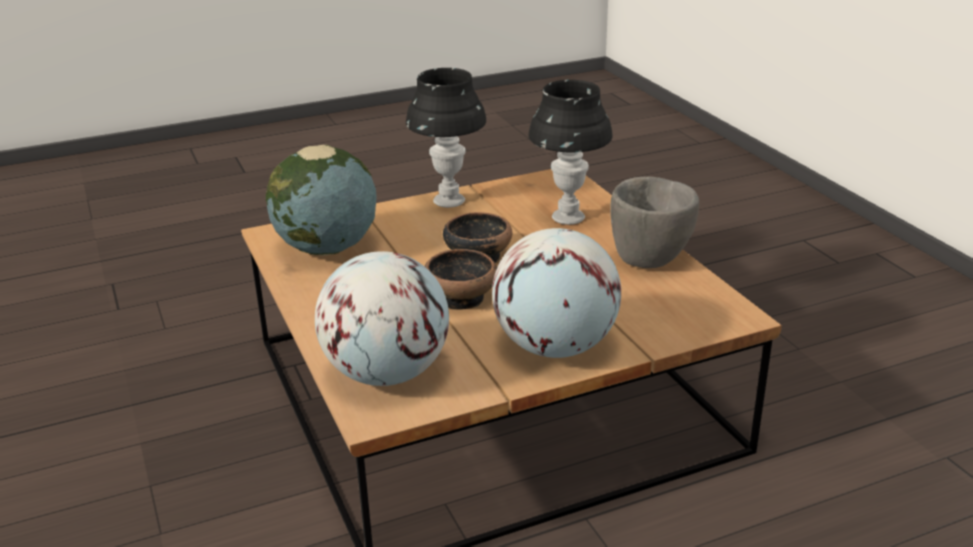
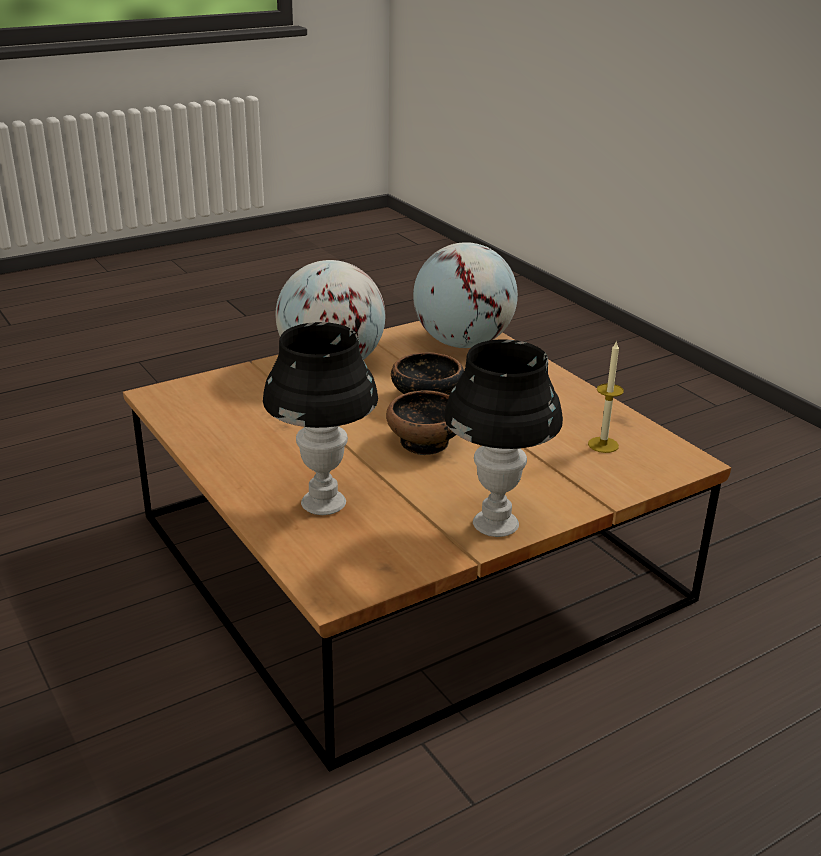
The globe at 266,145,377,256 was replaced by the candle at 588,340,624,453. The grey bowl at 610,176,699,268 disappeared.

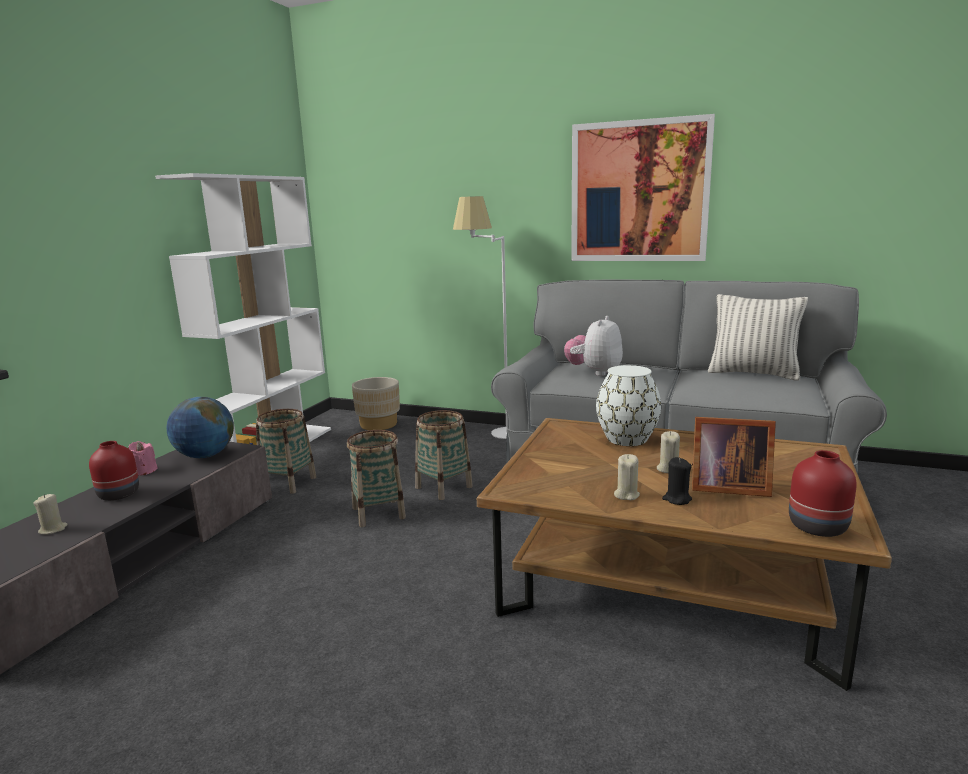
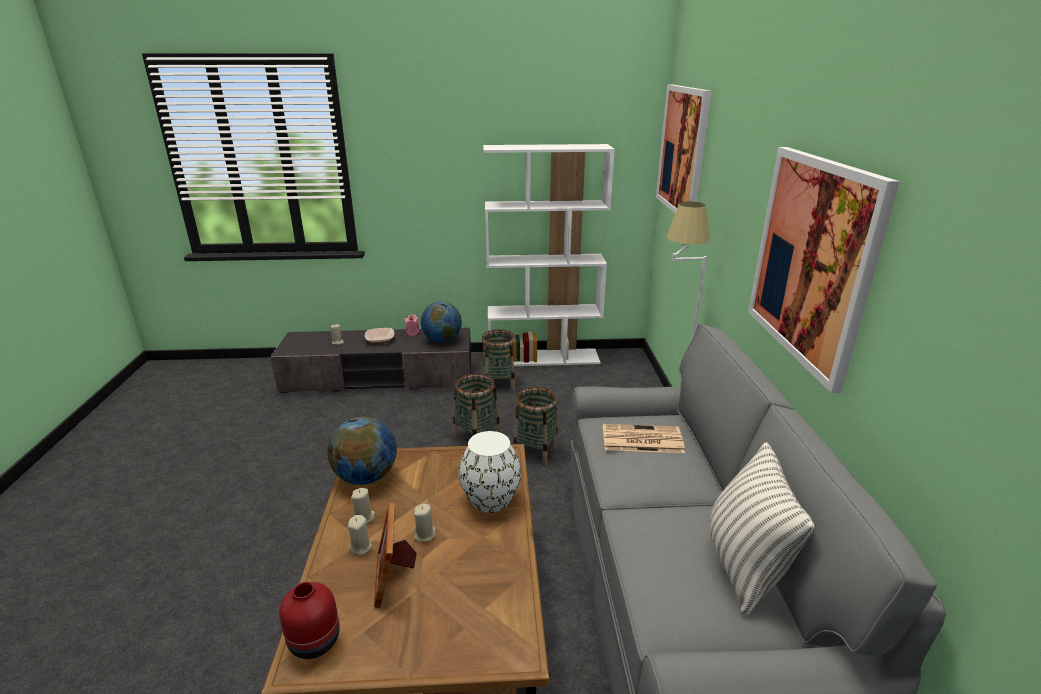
The red vase at 89,441,139,501 was replaced by the bowl at 365,328,394,344. The beige planter at 352,377,400,430 disappeared. The plush toy at 564,316,623,376 was replaced by the newspaper at 603,424,685,453. The black candle at 662,457,692,505 became the beige candle at 348,515,372,555. The globe at 327,417,397,485 appeared. The picture at 656,85,711,213 appeared.

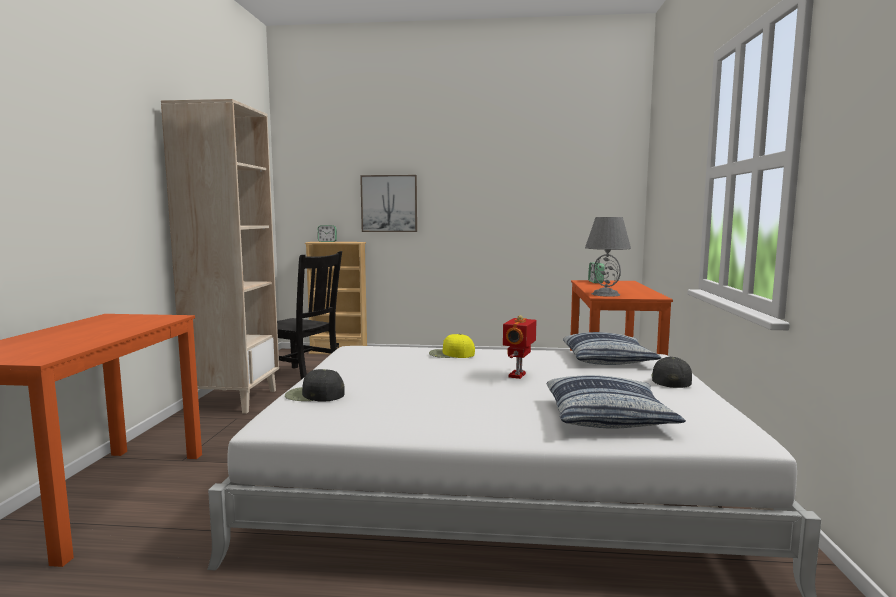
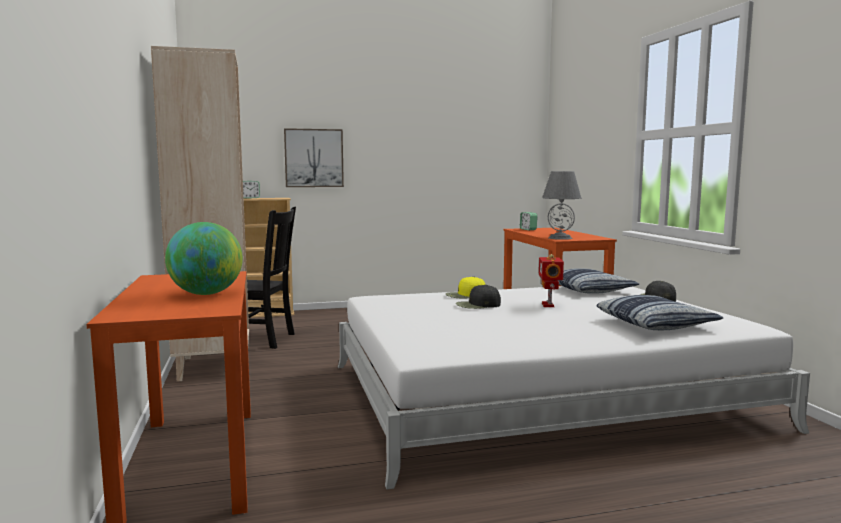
The black cap moved from 285,369,345,402 to 456,284,501,309. The globe at 165,222,243,295 appeared.

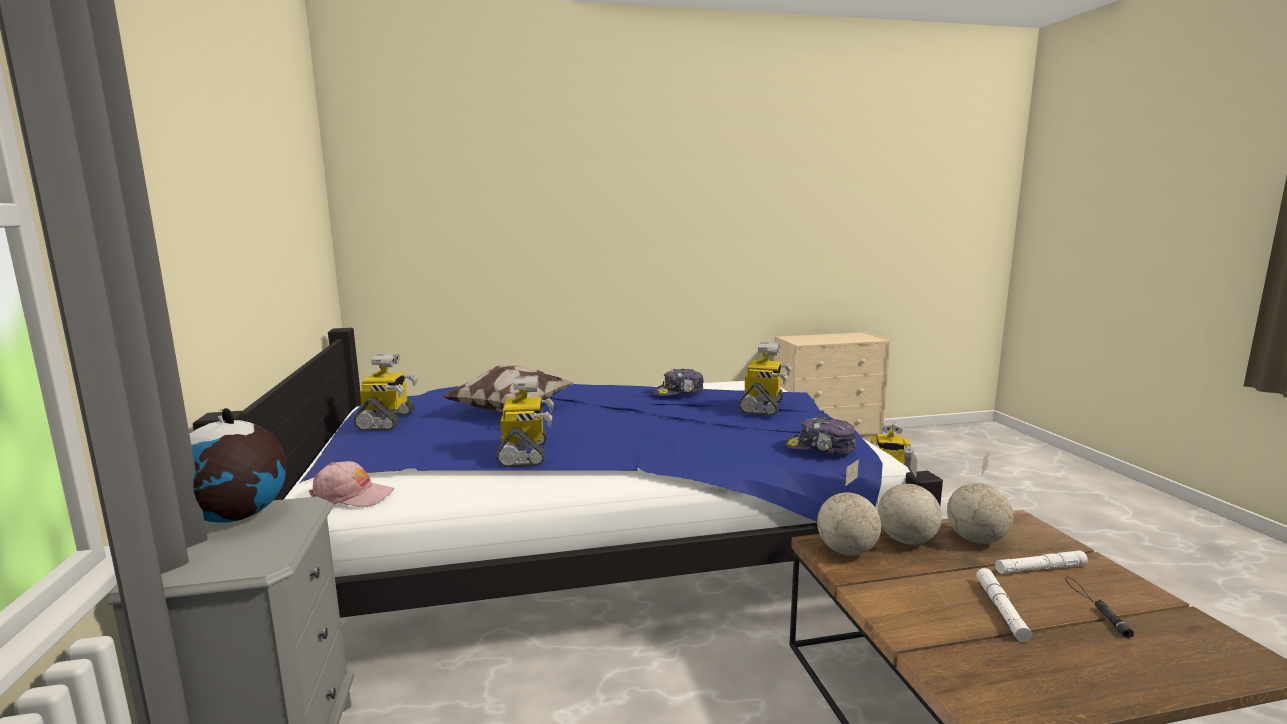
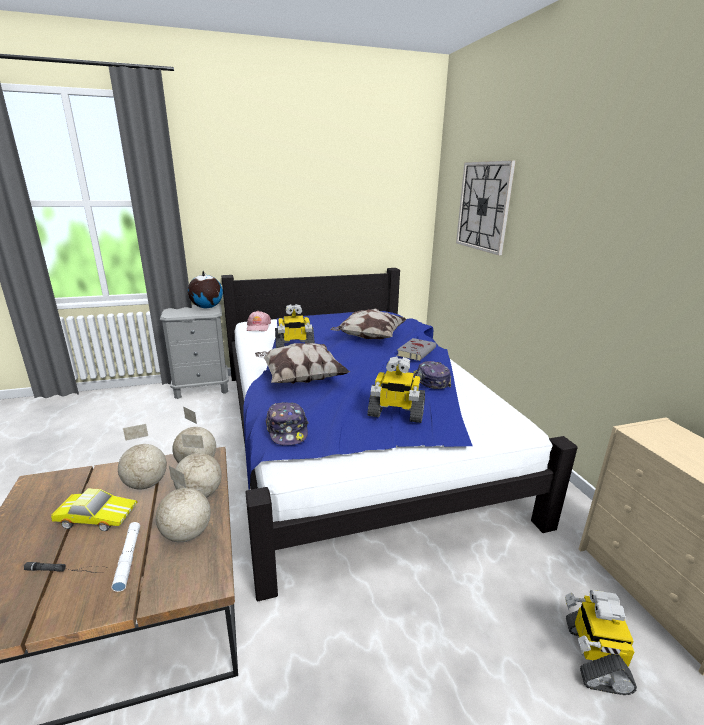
The toy robot at 354,353,418,431 disappeared. The cap at 785,416,857,454 turned 150 degrees clockwise. The white flashlight at 976,568,1032,642 was replaced by the toy car at 51,488,137,531. The globe at 118,424,167,489 appeared. The pillow at 255,343,350,384 appeared. The grey book at 397,338,436,361 appeared. The wall clock at 456,160,515,255 appeared.

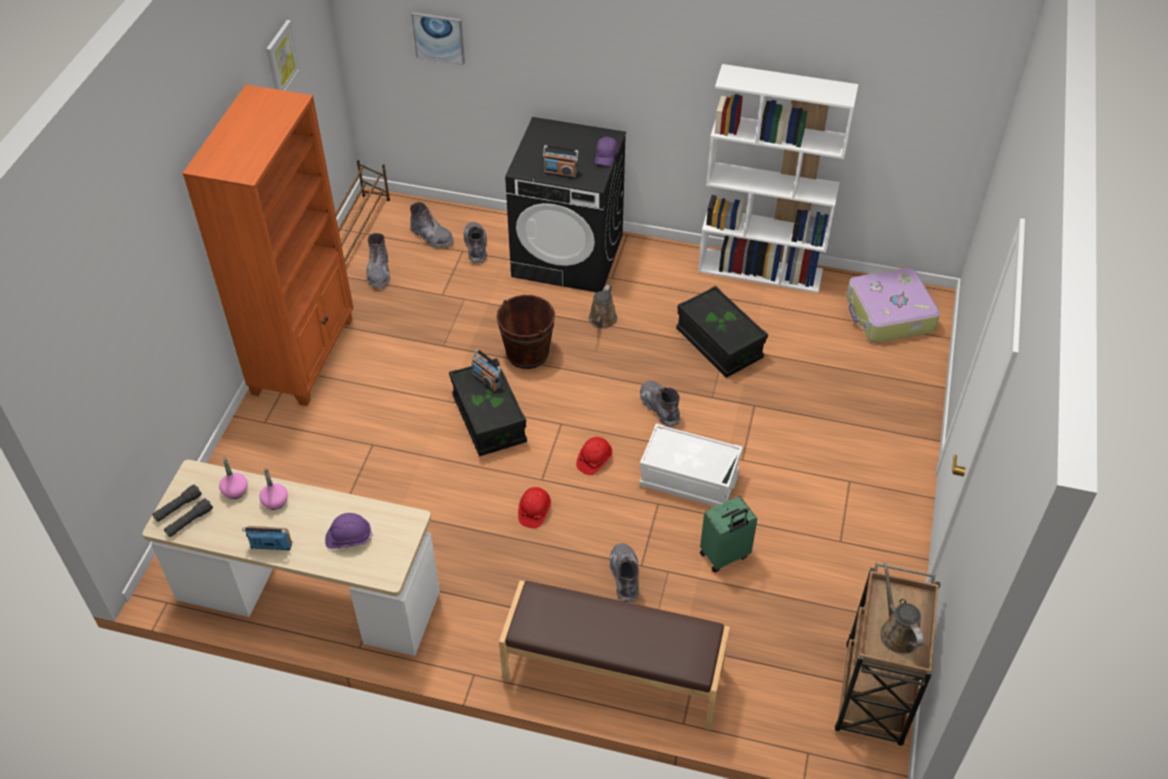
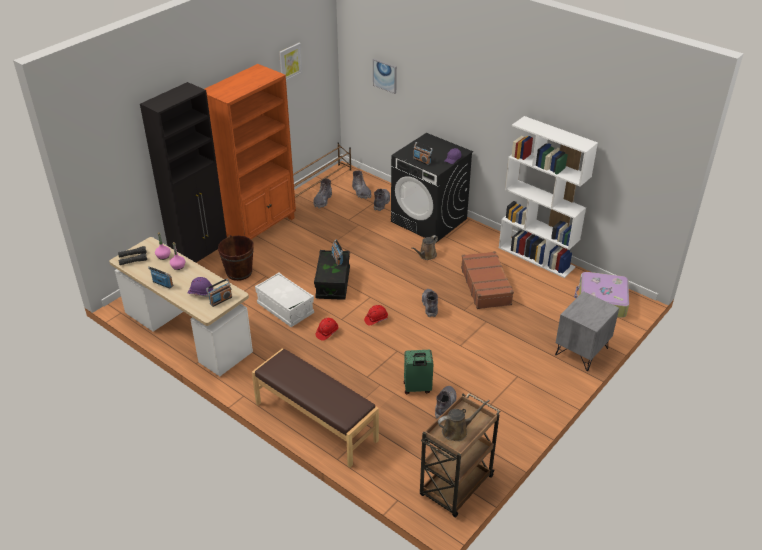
The brown bucket moved from 496,295,555,369 to 218,235,254,281. The grey boot moved from 609,543,639,603 to 435,386,457,419. The white storage box moved from 639,423,743,507 to 255,273,314,327. The black storage box at 676,286,768,378 was replaced by the brown suitcase at 461,251,514,309. The brown watering can at 880,562,924,654 turned 60 degrees clockwise. The black cabinet at 140,82,227,262 appeared. The radio at 206,279,232,307 appeared. The grey nightstand at 555,291,619,371 appeared.

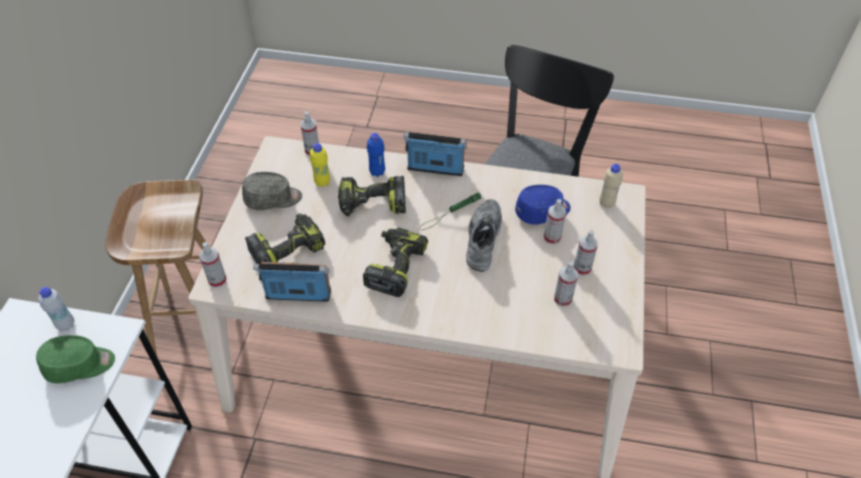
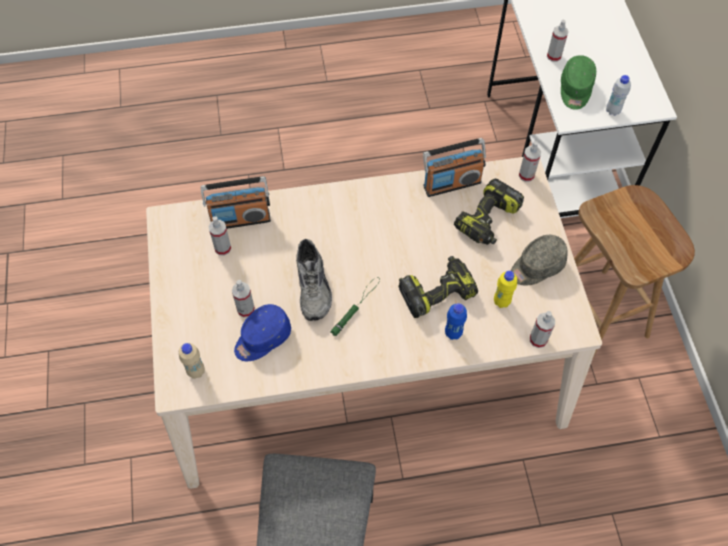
The green cap at 36,335,115,383 turned 45 degrees counterclockwise. The power drill at 363,227,428,297 disappeared. The radio moved from 404,132,467,176 to 201,176,271,229. The spray bottle moved from 574,230,598,276 to 547,20,569,62.

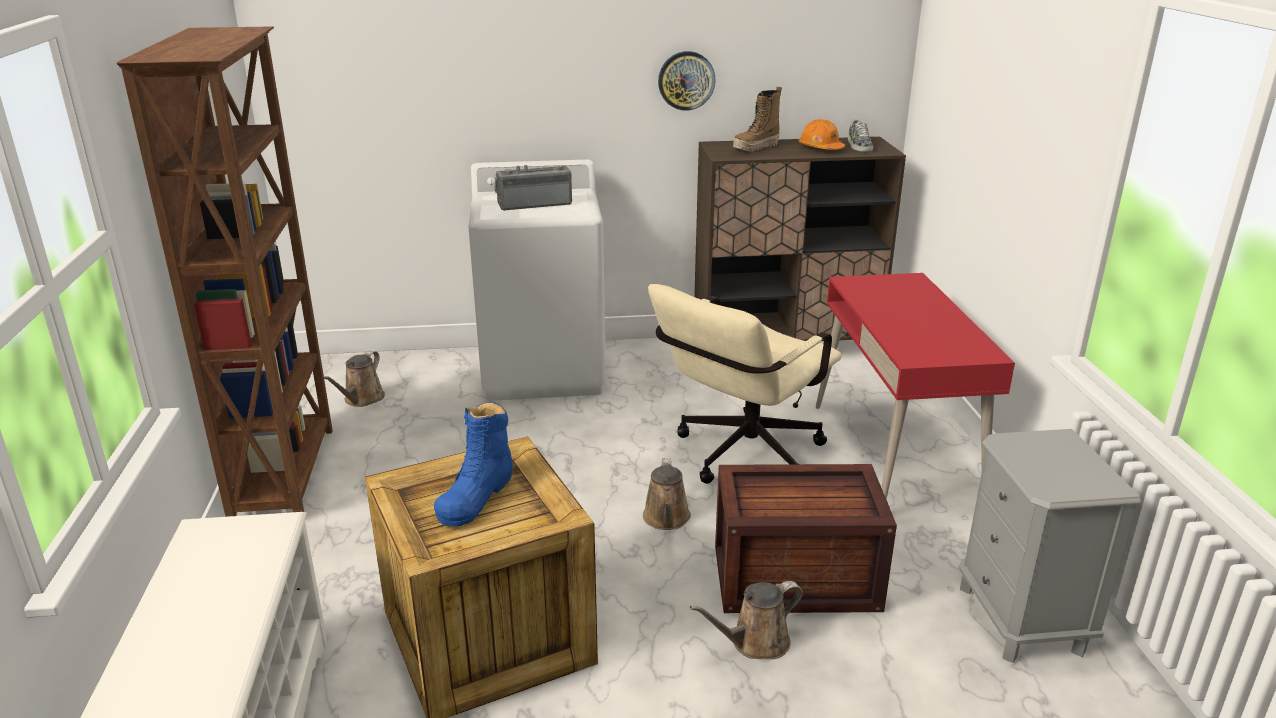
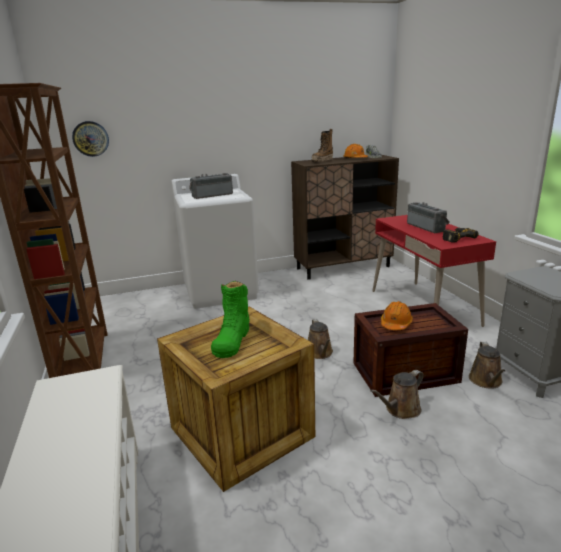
The brown watering can moved from 324,351,385,407 to 469,342,505,389. The blue boot at 434,401,513,527 became the green boot at 211,281,250,358. The beige office chair at 648,284,842,484 disappeared. The wall clock moved from 658,51,716,111 to 72,121,109,157. The orange hard hat at 381,301,413,330 appeared. The radio at 407,202,450,233 appeared. The power drill at 442,228,479,243 appeared.

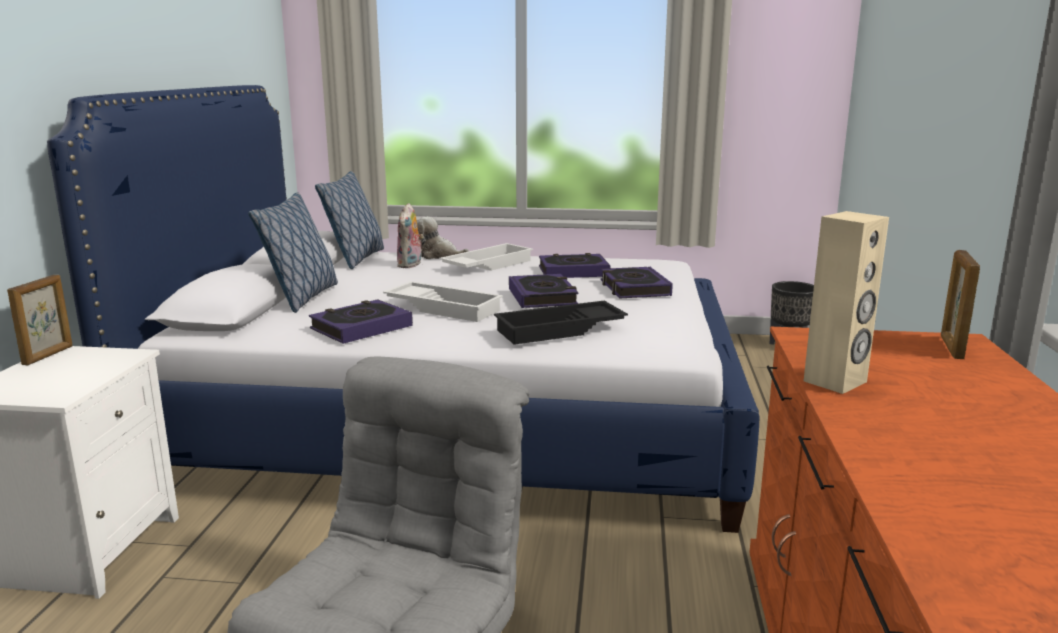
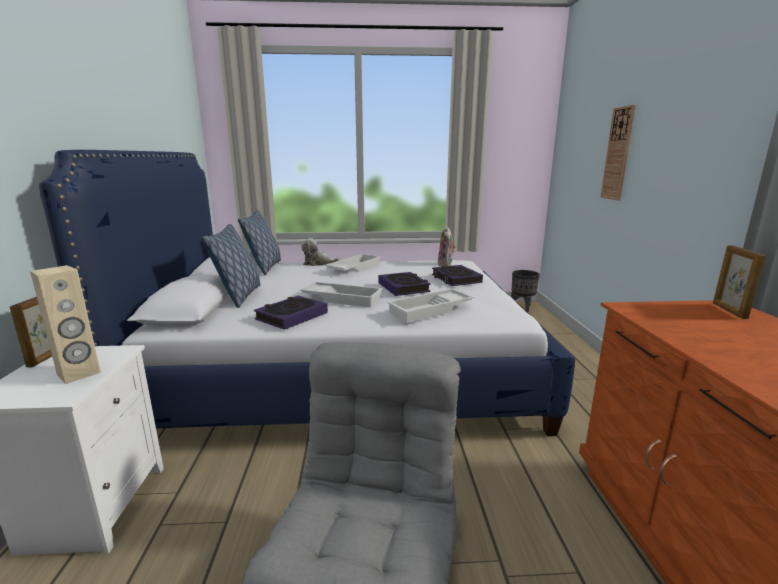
The plush toy moved from 397,203,424,268 to 438,226,455,266. The black tray at 494,301,628,345 became the white tray at 387,289,474,323. The book at 539,253,610,278 disappeared. The beige speaker moved from 804,211,889,394 to 30,265,101,384. The wall clock at 601,105,636,200 appeared.

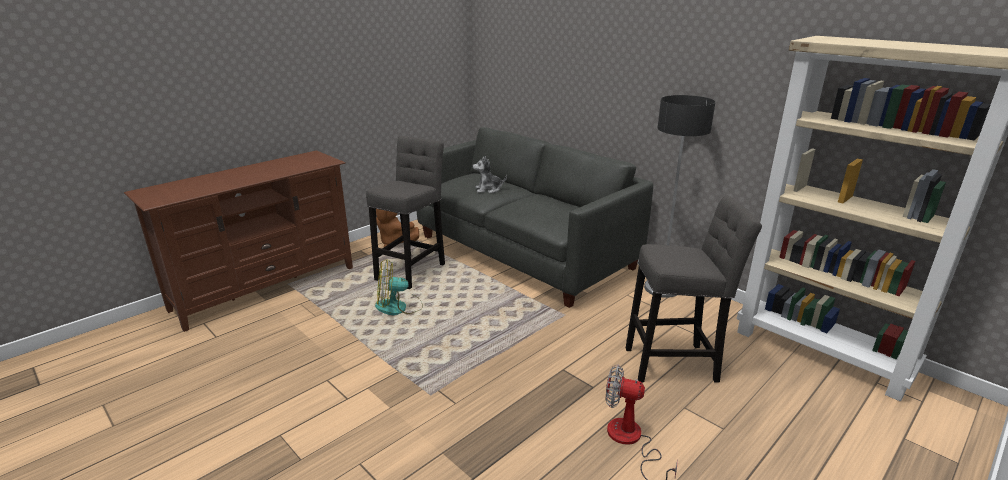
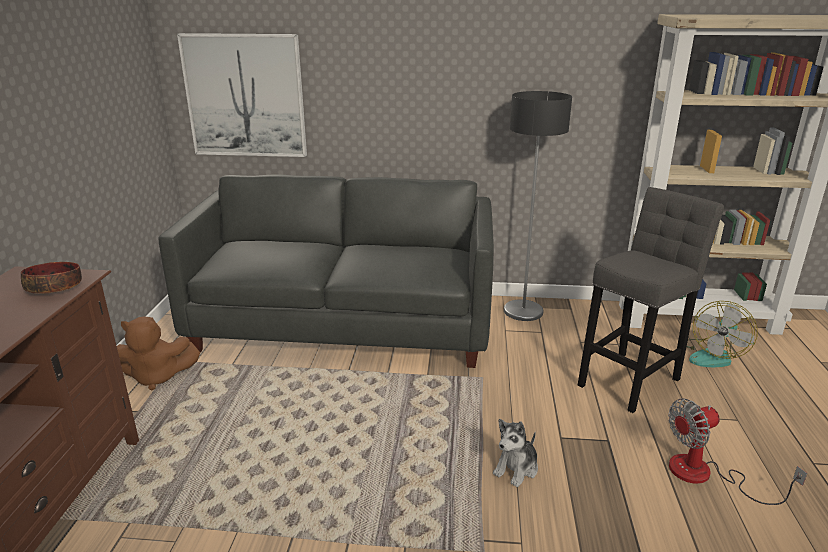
The grey stool at 366,136,445,289 disappeared. The fan moved from 375,259,423,315 to 687,301,758,367. The plush toy moved from 472,156,507,193 to 493,419,538,487. The bowl at 21,262,82,294 appeared. The picture at 177,33,307,157 appeared.

